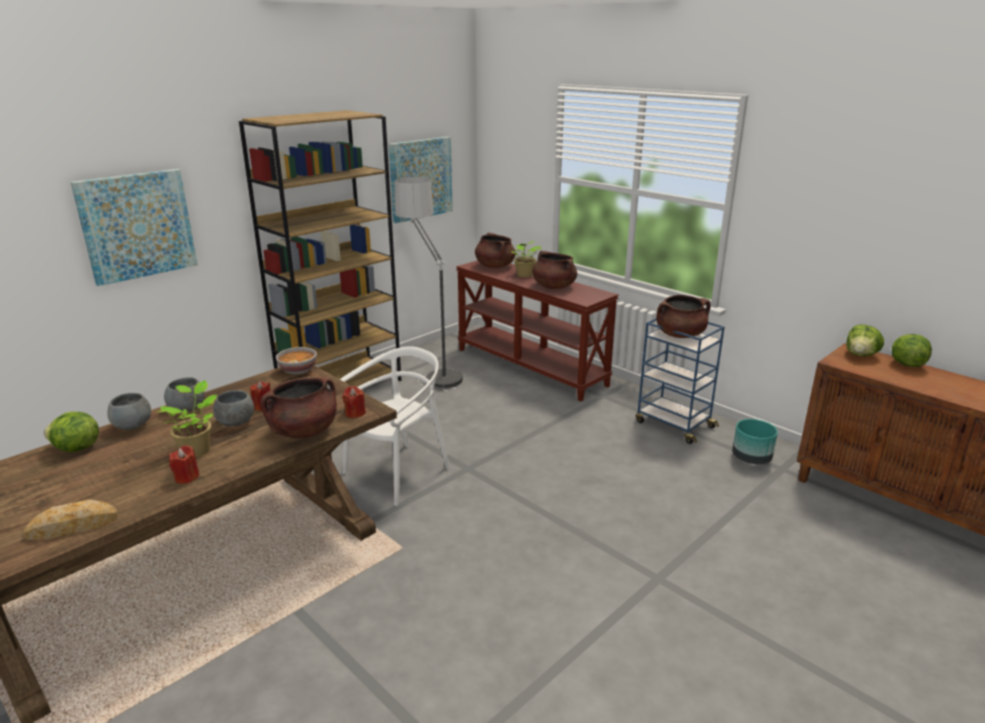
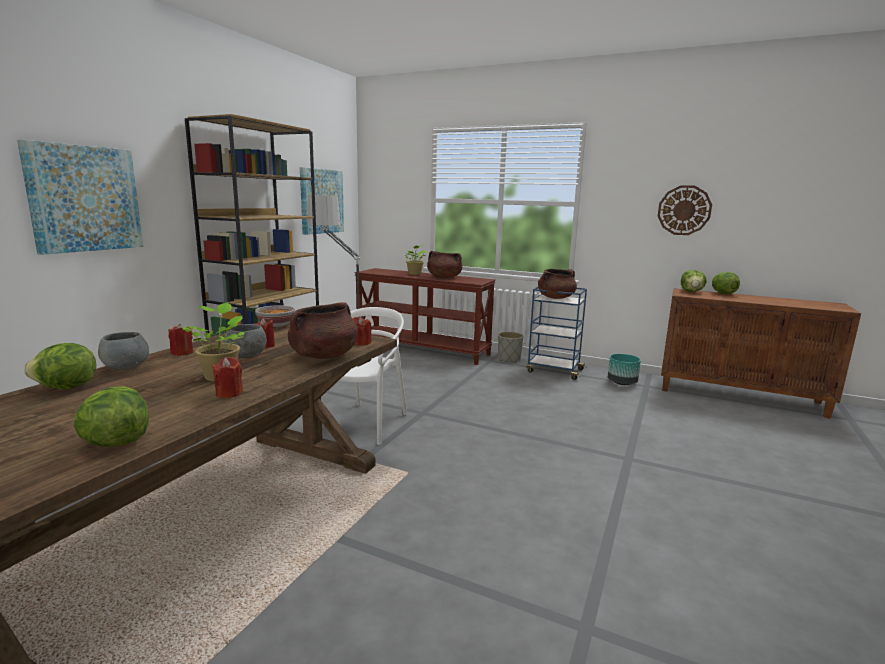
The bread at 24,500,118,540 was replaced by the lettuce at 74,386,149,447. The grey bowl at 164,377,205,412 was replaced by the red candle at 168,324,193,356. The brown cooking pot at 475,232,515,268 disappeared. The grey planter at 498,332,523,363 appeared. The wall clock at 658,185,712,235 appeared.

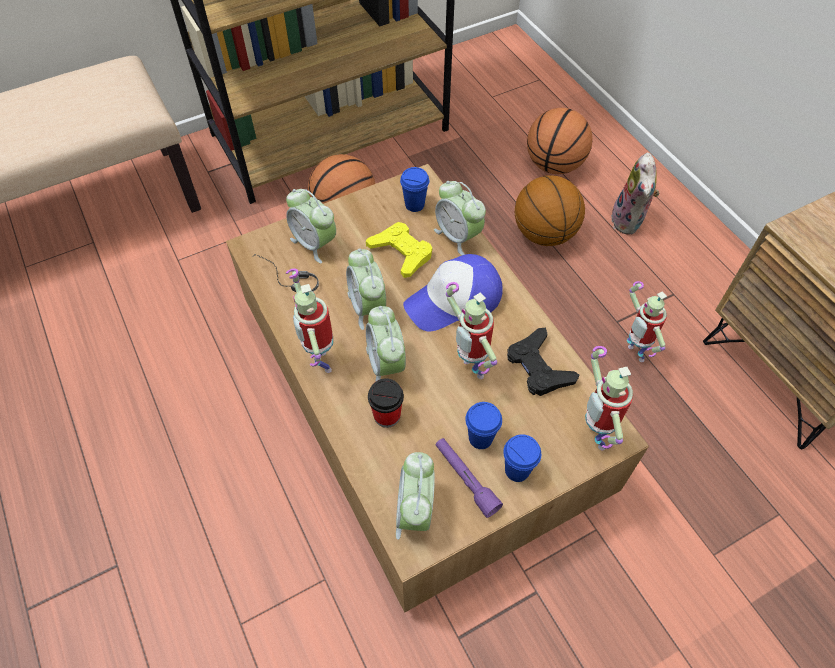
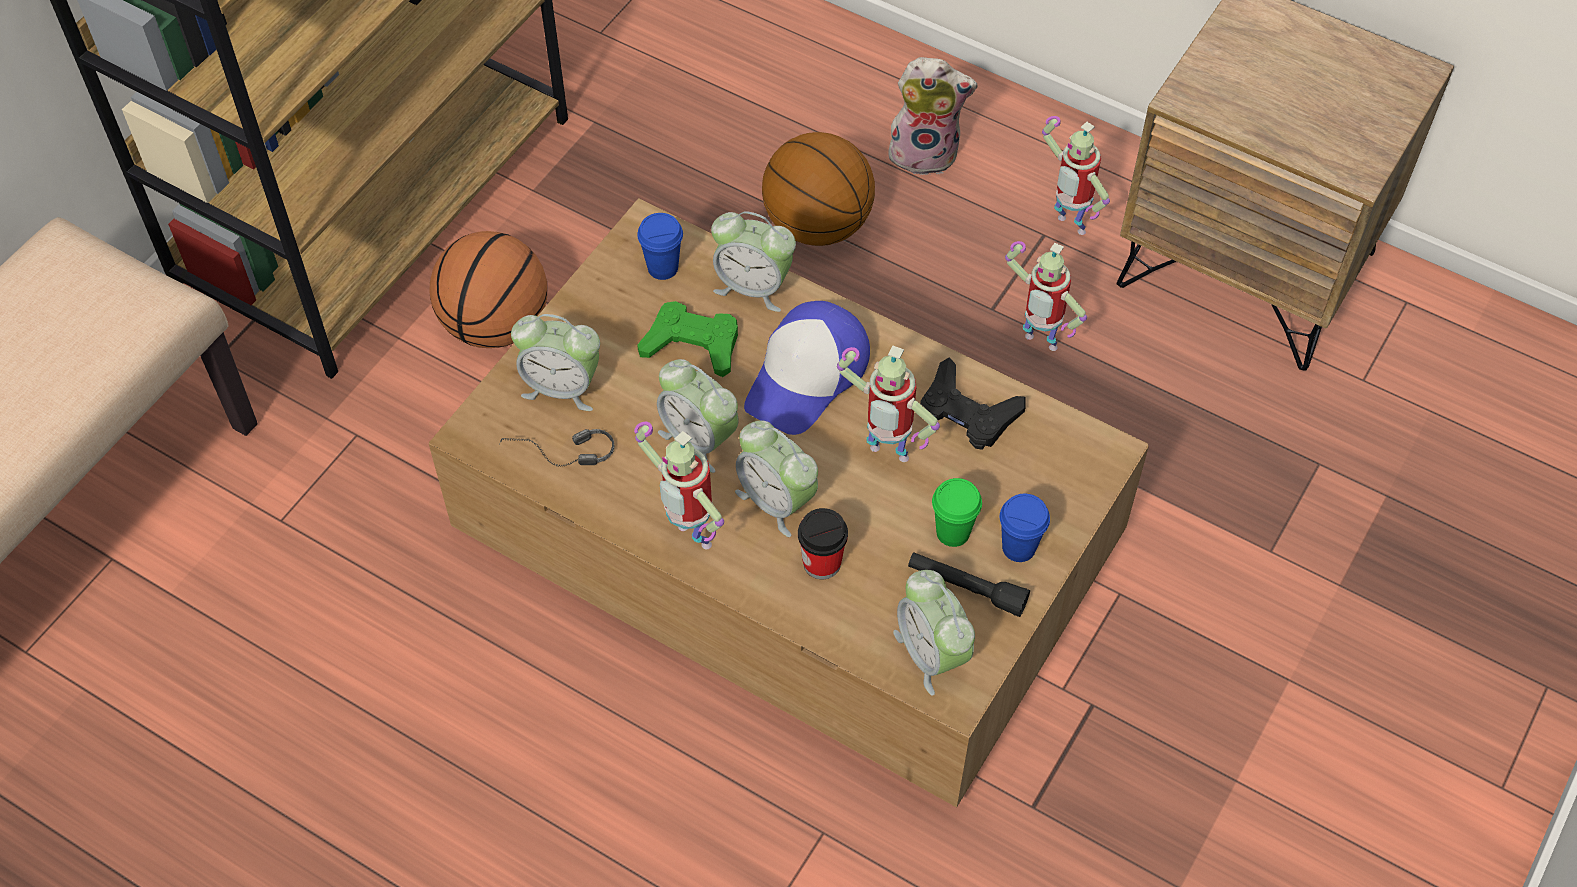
The yellow game controller at 366,222,432,278 became the green game controller at 637,301,738,377. The purple flashlight at 435,438,503,518 became the black flashlight at 908,552,1030,617. The blue cup at 465,402,502,449 became the green cup at 932,478,982,547. The basketball at 527,108,593,174 disappeared. The toy robot moved from 585,346,633,450 to 1042,116,1110,235. The plush toy at 611,153,659,235 turned 60 degrees counterclockwise.

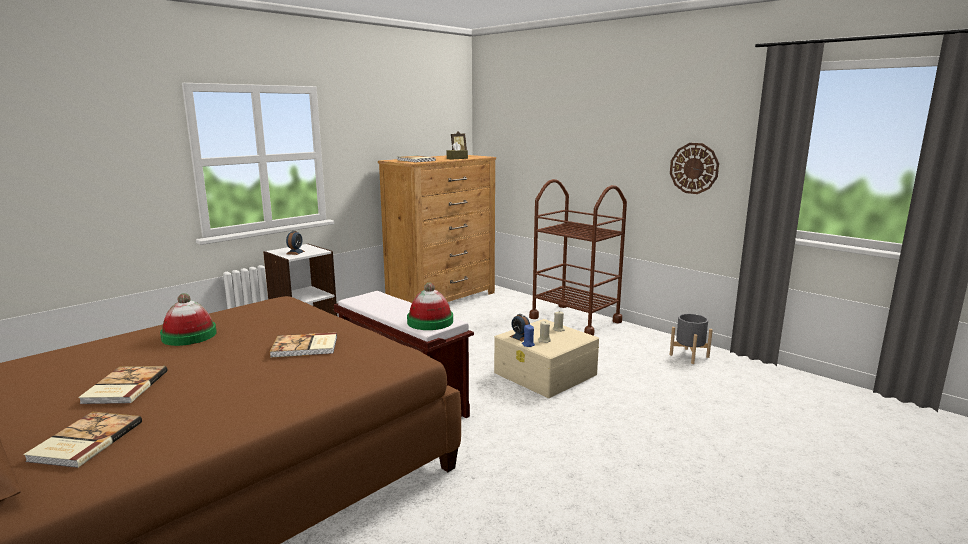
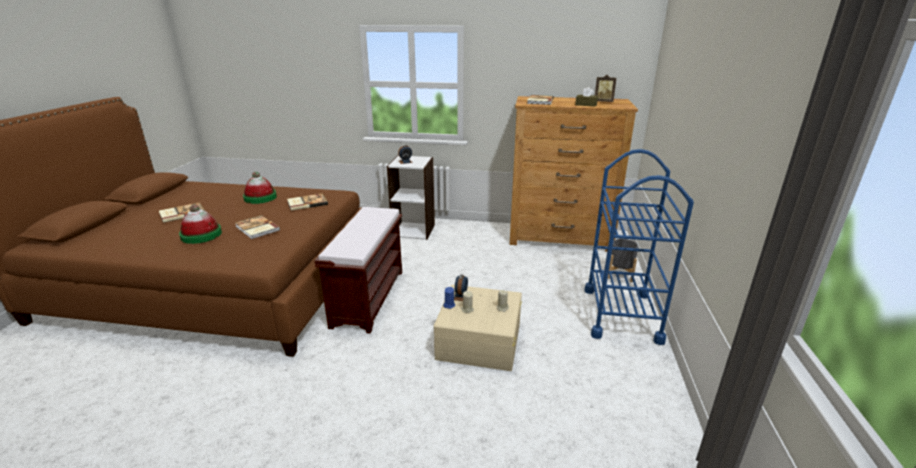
The book moved from 23,412,142,468 to 287,193,328,211. The hat moved from 407,282,453,330 to 179,204,222,244. The brown cart at 529,179,627,336 became the blue cart at 584,149,694,345. The wall clock at 670,143,719,194 disappeared. The grey planter moved from 670,314,713,364 to 608,239,638,282.

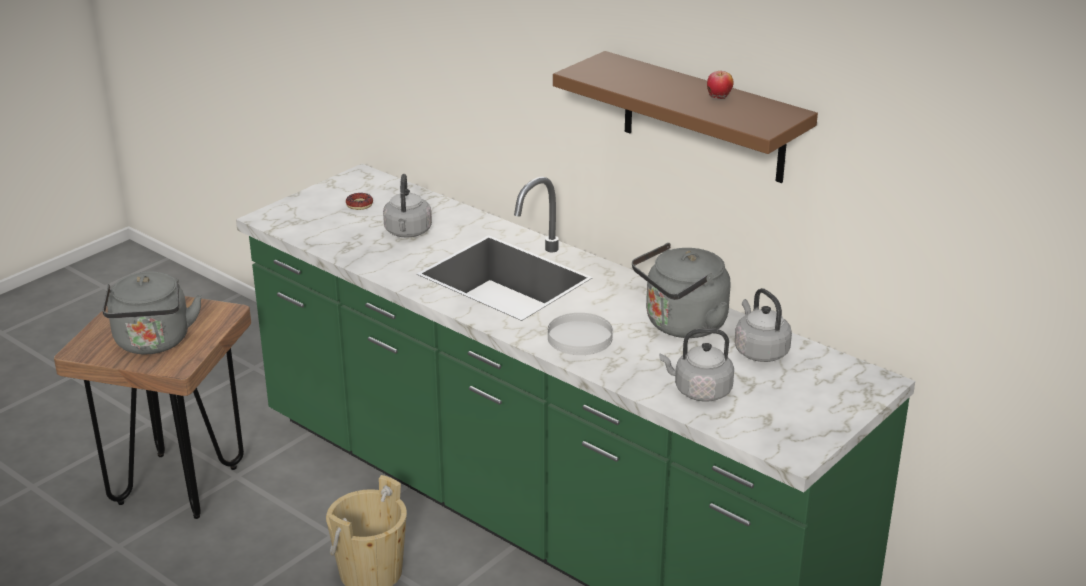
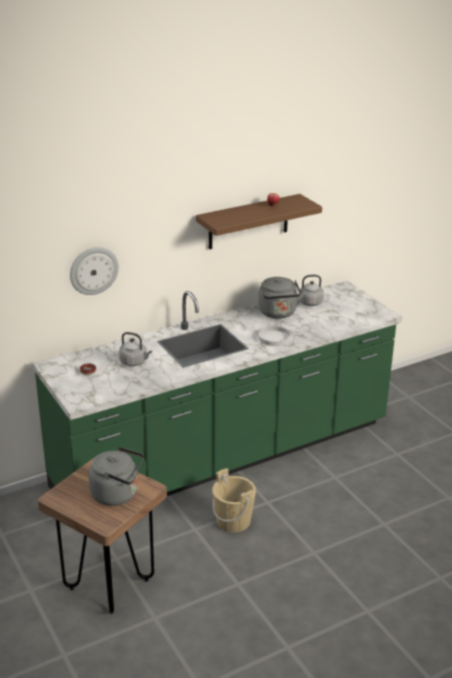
The grey kettle at 659,328,734,402 disappeared. The wall clock at 70,247,119,295 appeared.

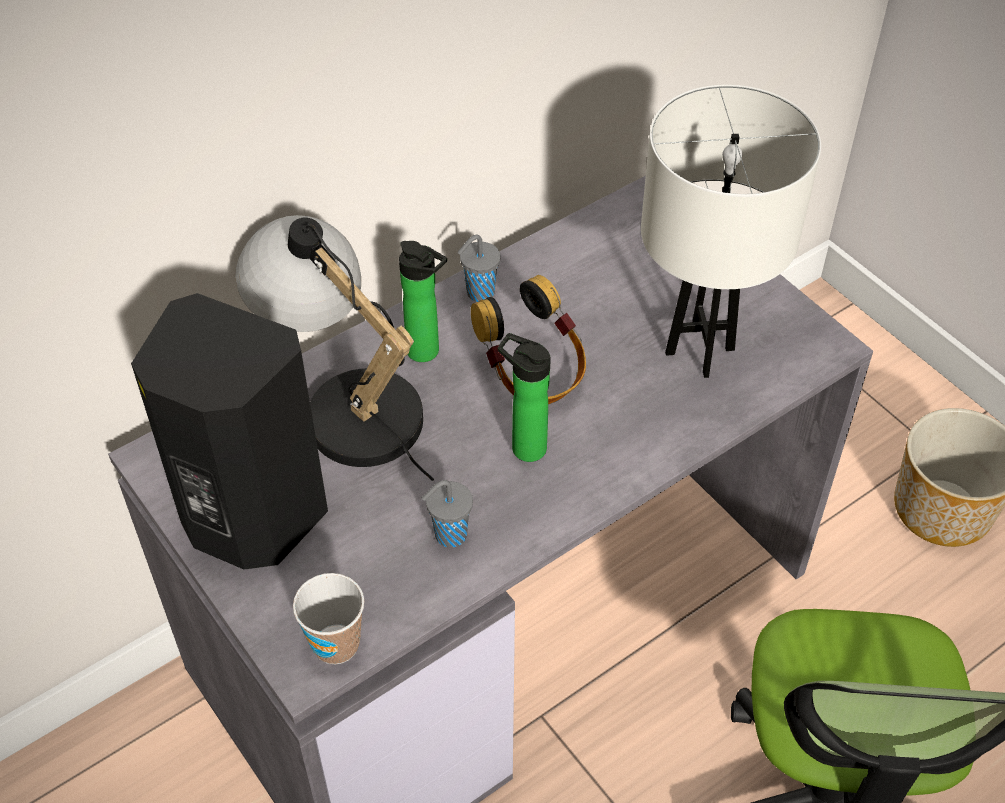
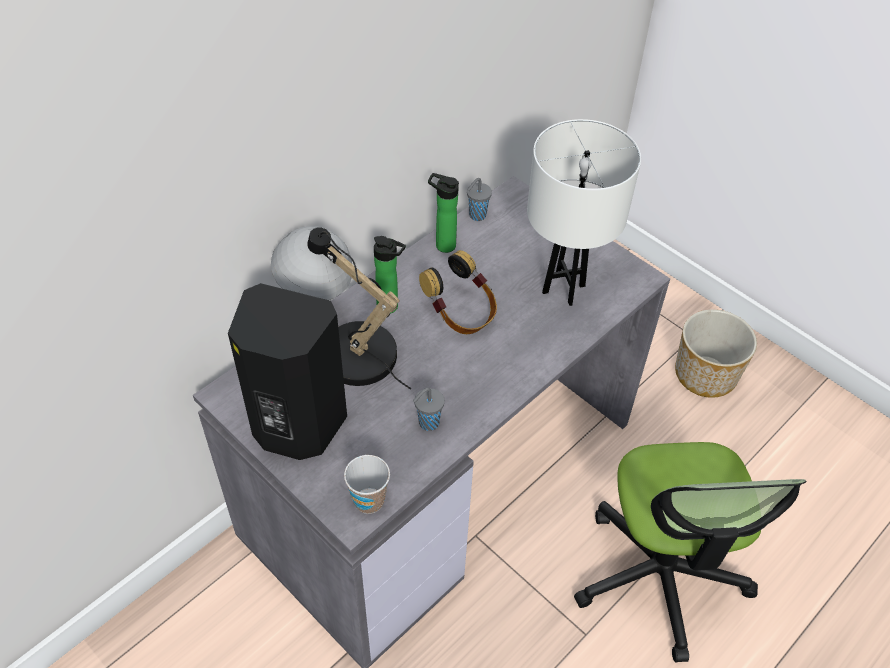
The grey cup moved from 457,235,500,302 to 467,178,492,221. The bottle moved from 498,333,551,462 to 428,173,459,253.

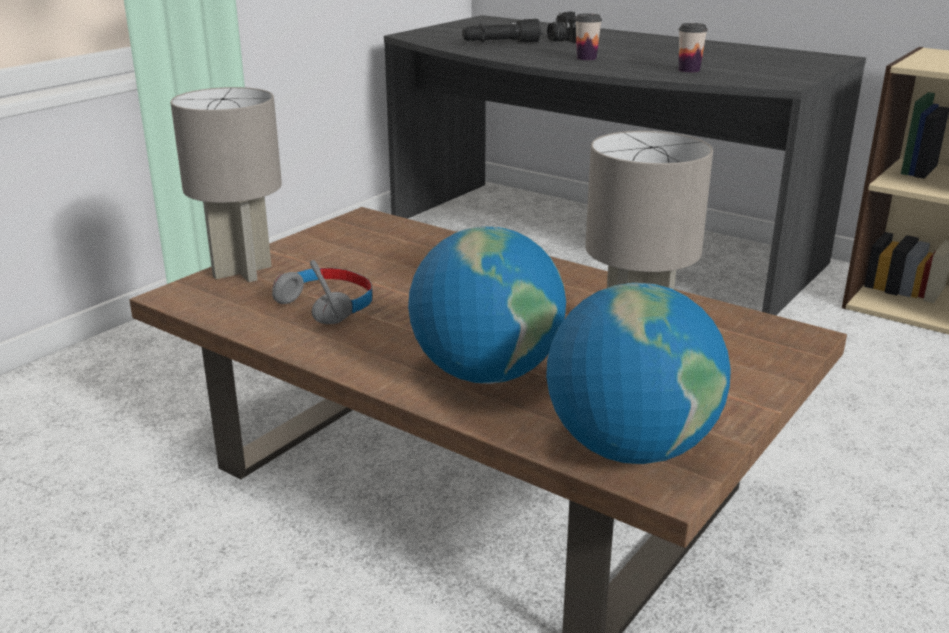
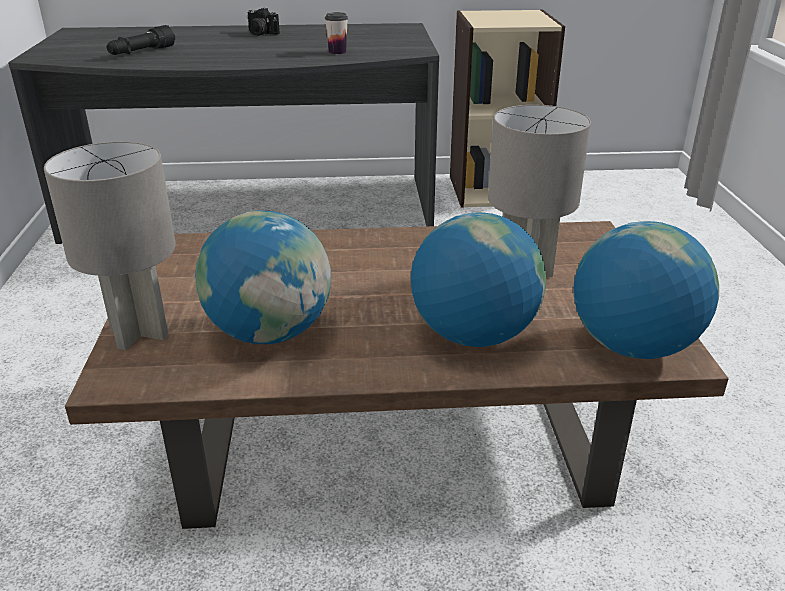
The grey headphones at 272,260,373,324 was replaced by the globe at 195,210,331,344. The photo camera moved from 547,11,576,43 to 247,8,280,36. The cup at 575,13,602,60 disappeared.

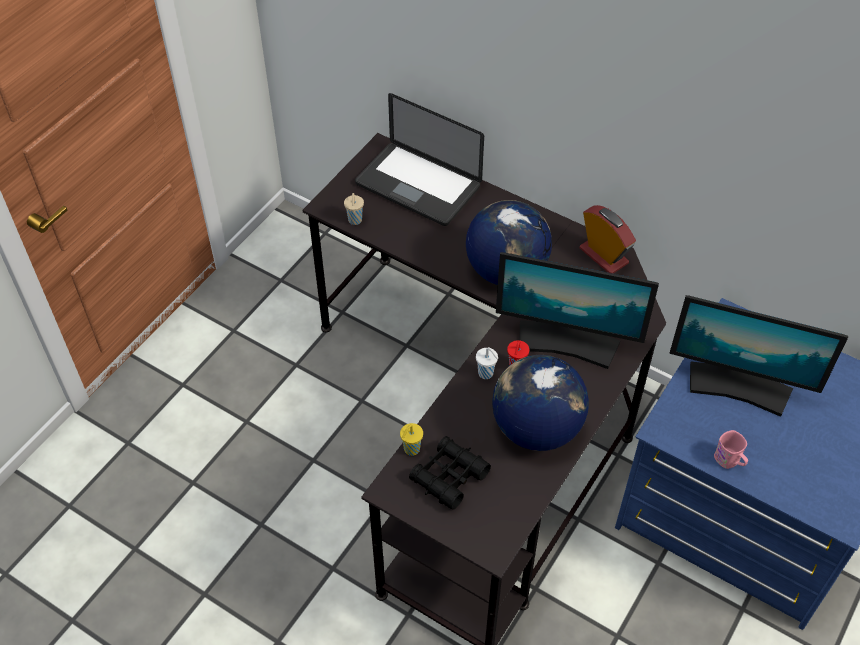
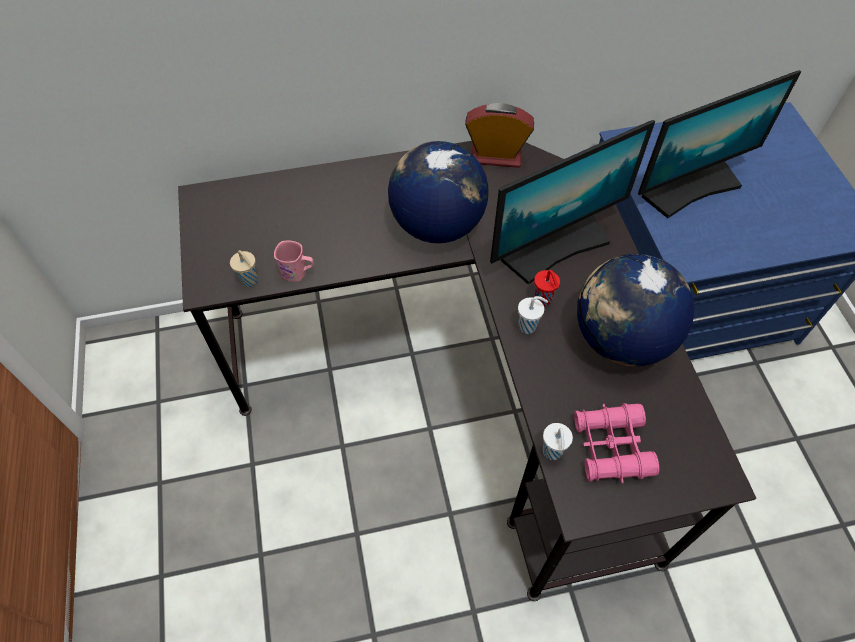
The laptop at 355,93,484,226 disappeared. The yellow cup at 400,423,423,456 became the white cup at 543,423,573,460. The black binoculars at 409,436,491,510 became the pink binoculars at 574,403,659,484. The pink mug moved from 714,430,748,469 to 274,241,314,282.

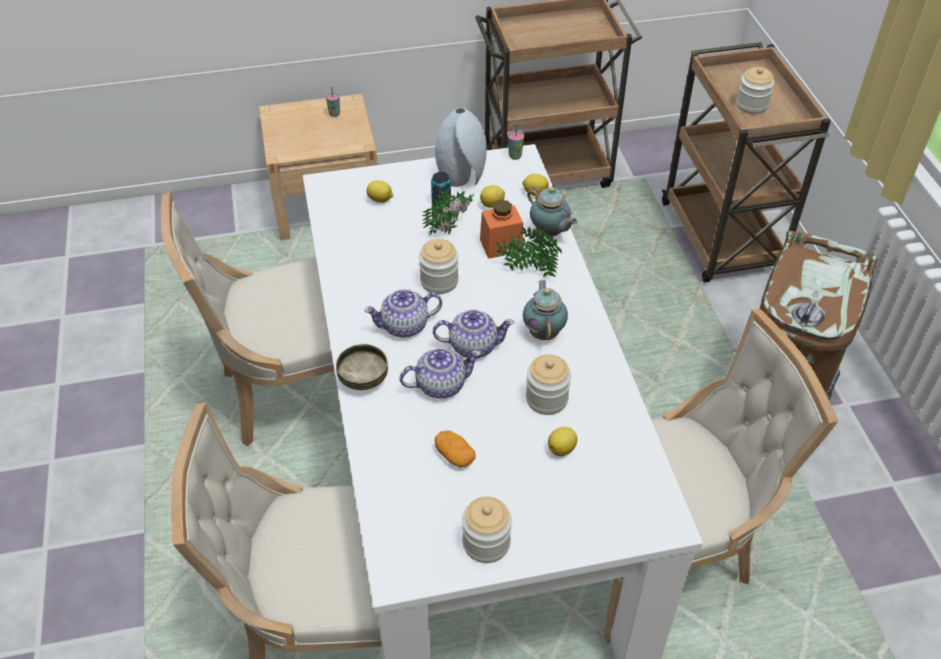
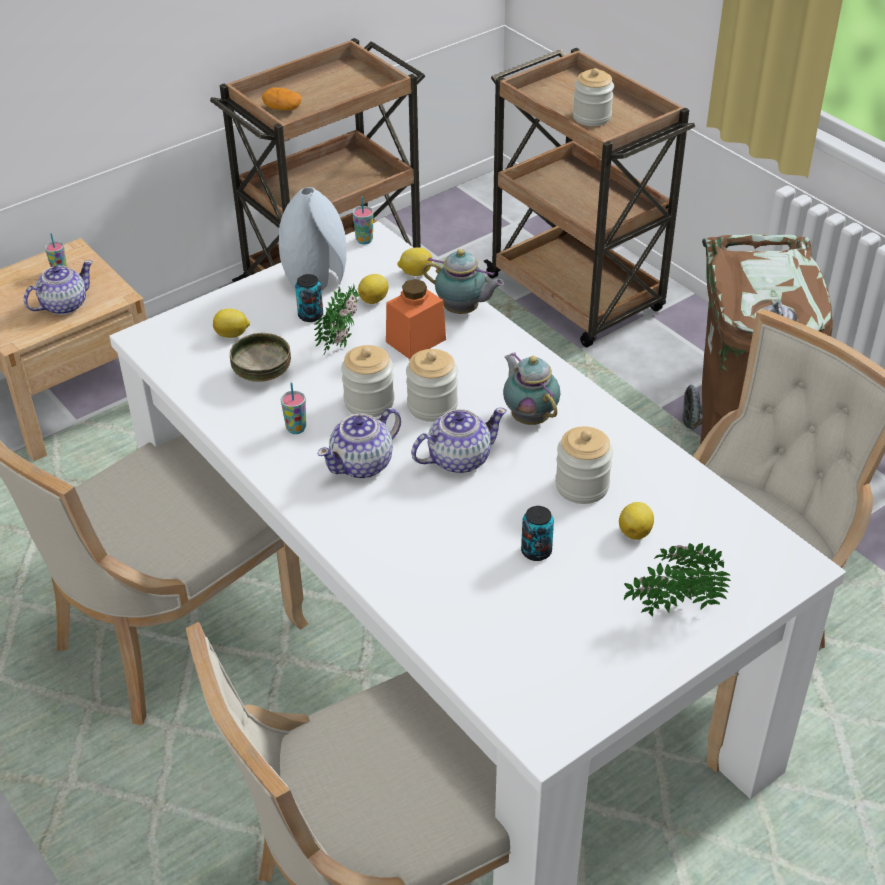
The bowl moved from 336,344,388,390 to 230,333,291,382. The teapot moved from 399,348,481,399 to 24,260,93,315. The potato moved from 435,430,476,467 to 262,87,302,110. The jar moved from 462,496,512,563 to 406,349,458,422. The potted plant moved from 496,227,562,277 to 624,543,731,616. The cup at 281,383,306,434 appeared. The can at 521,506,554,561 appeared.

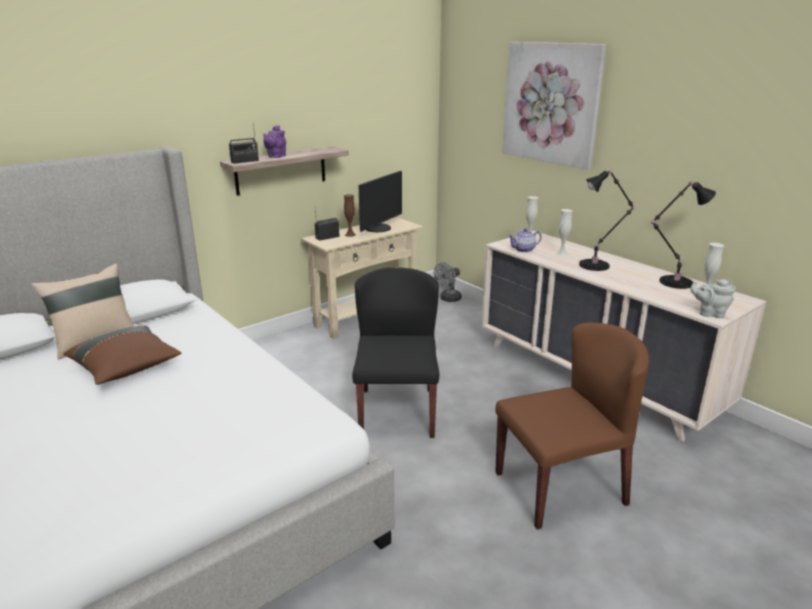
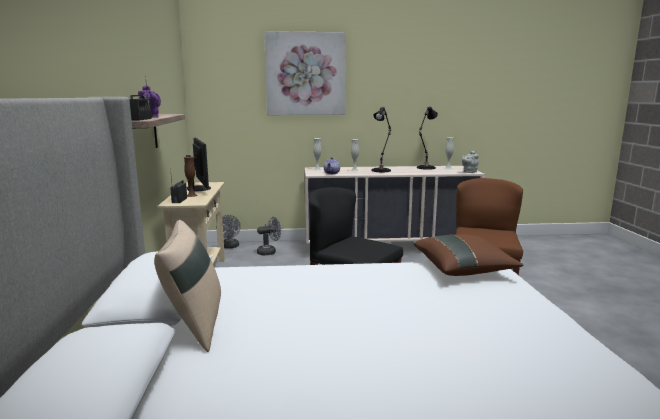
The brown pillow moved from 64,326,182,385 to 414,235,523,276. The grey fan at 257,217,281,255 appeared.

